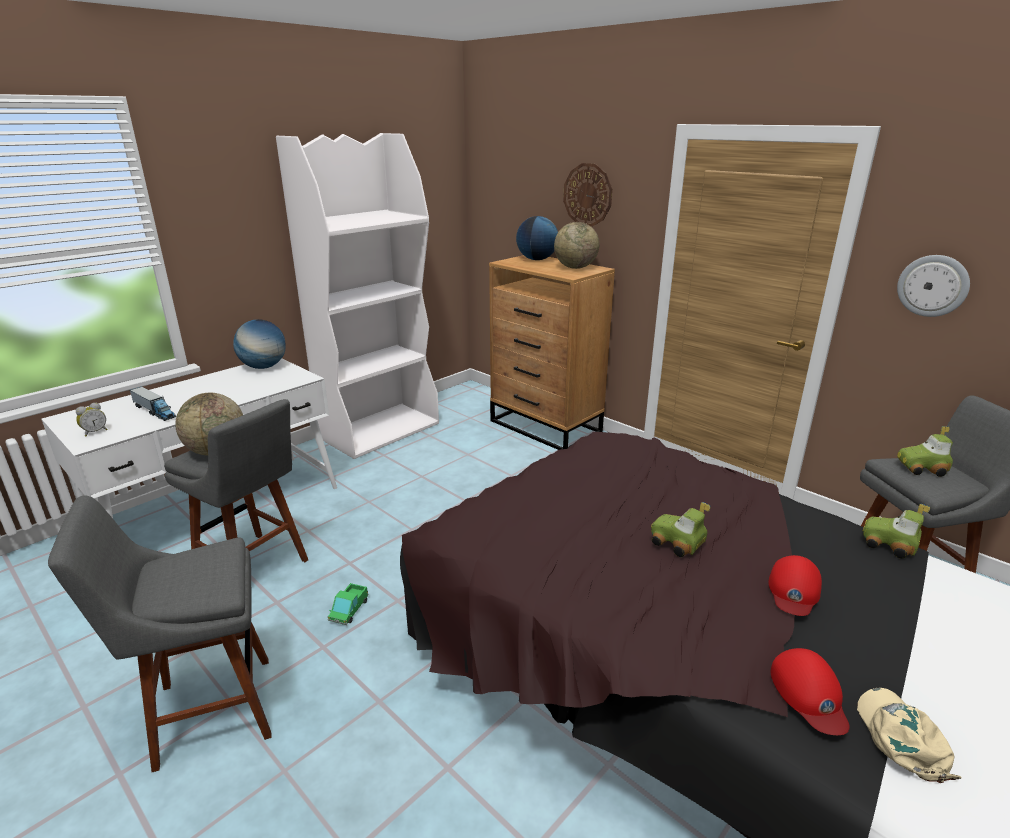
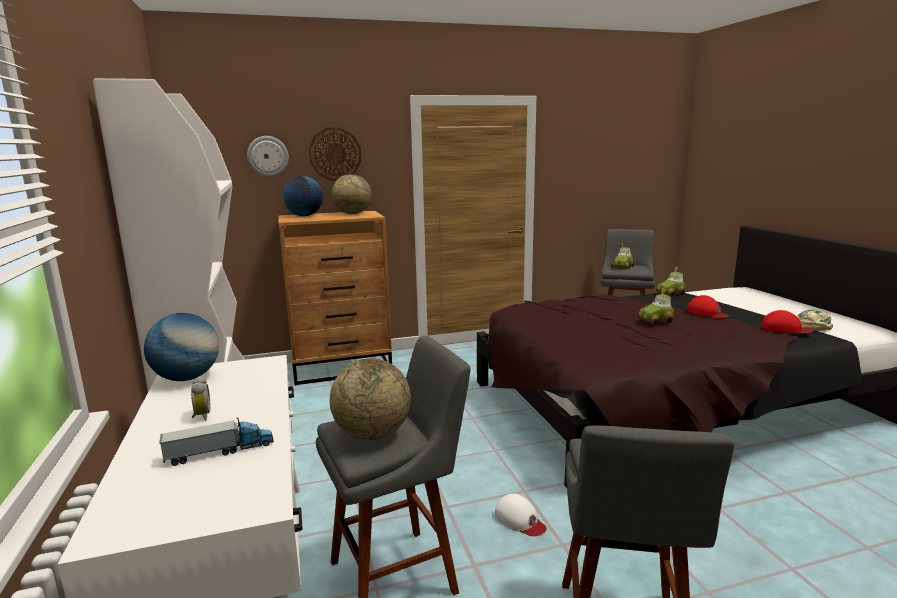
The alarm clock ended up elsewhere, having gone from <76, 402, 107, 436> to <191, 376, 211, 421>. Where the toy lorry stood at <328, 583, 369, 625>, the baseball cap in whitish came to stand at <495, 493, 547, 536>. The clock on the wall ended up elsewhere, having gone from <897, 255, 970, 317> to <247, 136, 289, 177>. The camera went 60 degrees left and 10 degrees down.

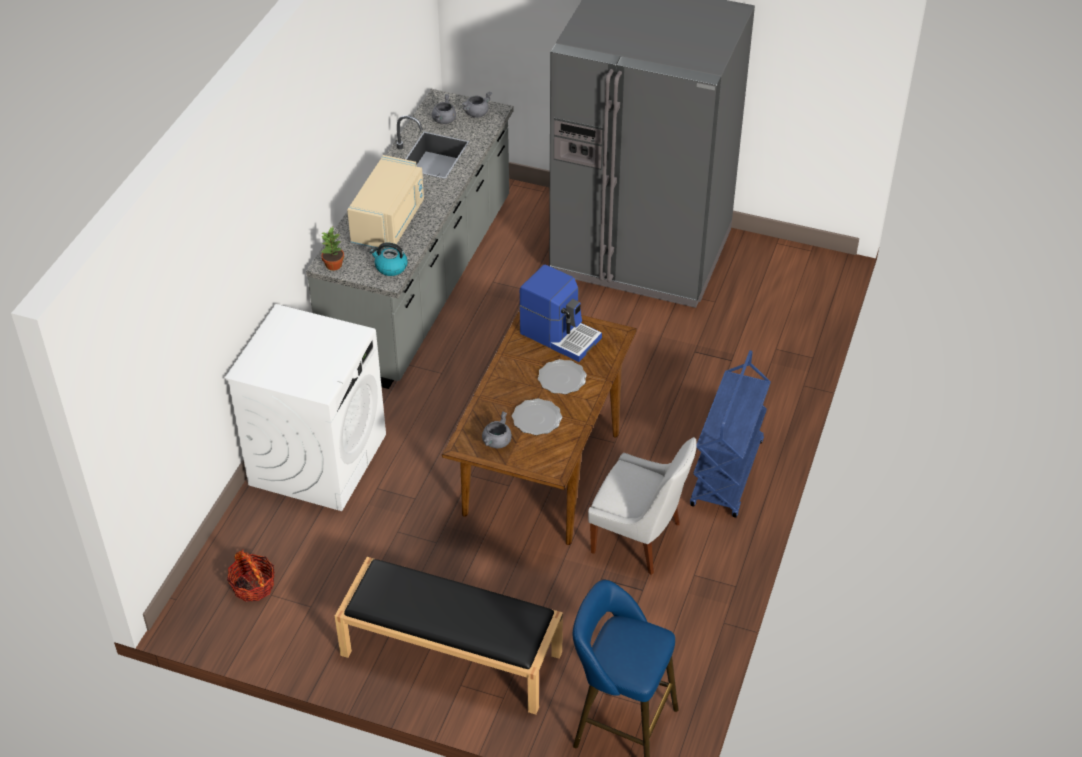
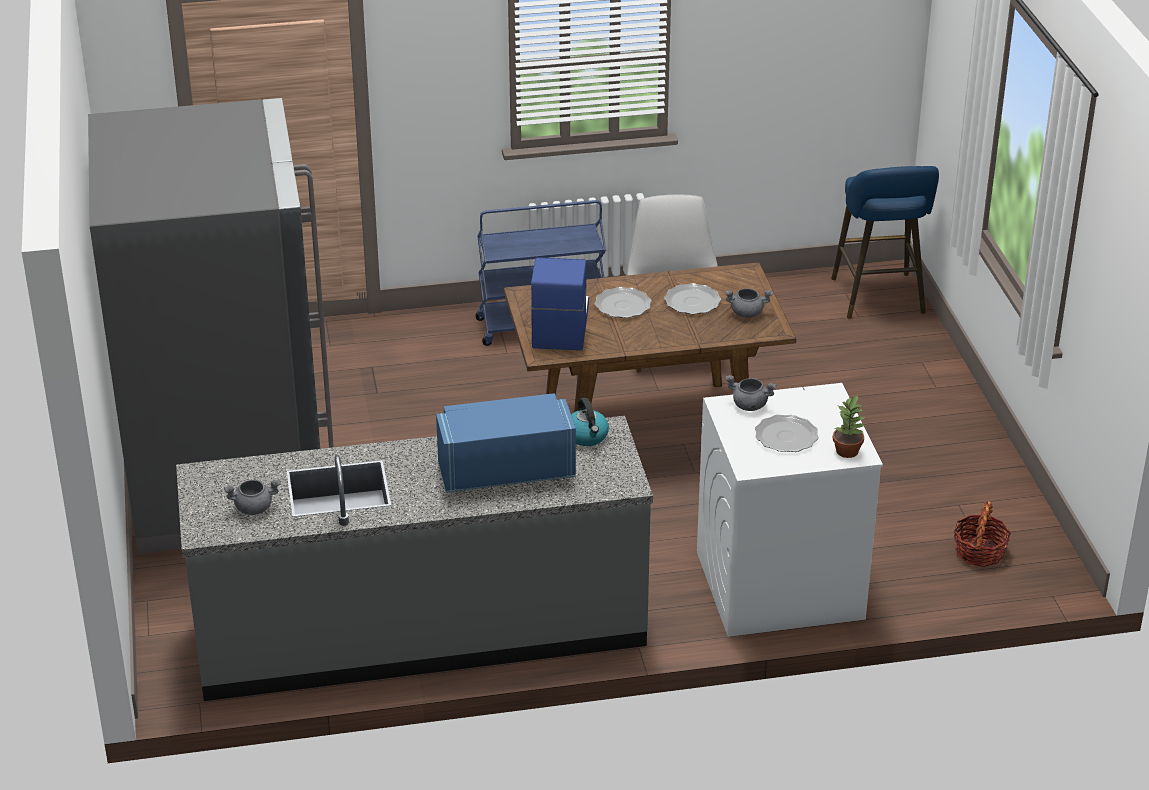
The plant in a pot ended up elsewhere, having gone from <321, 227, 344, 271> to <833, 395, 865, 458>. The second view lost the bench in blackish at <335, 557, 563, 714>. What was the kitchen microwave in sand-coloured at <347, 155, 424, 250> turned into the kitchen microwave in blue-coloured at <436, 393, 576, 493>. The stockpot in greyish ended up elsewhere, having gone from <462, 91, 492, 118> to <725, 375, 777, 411>. The second view gained the flat dish at <755, 415, 819, 452>. The camera went 120 degrees left and 10 degrees down.

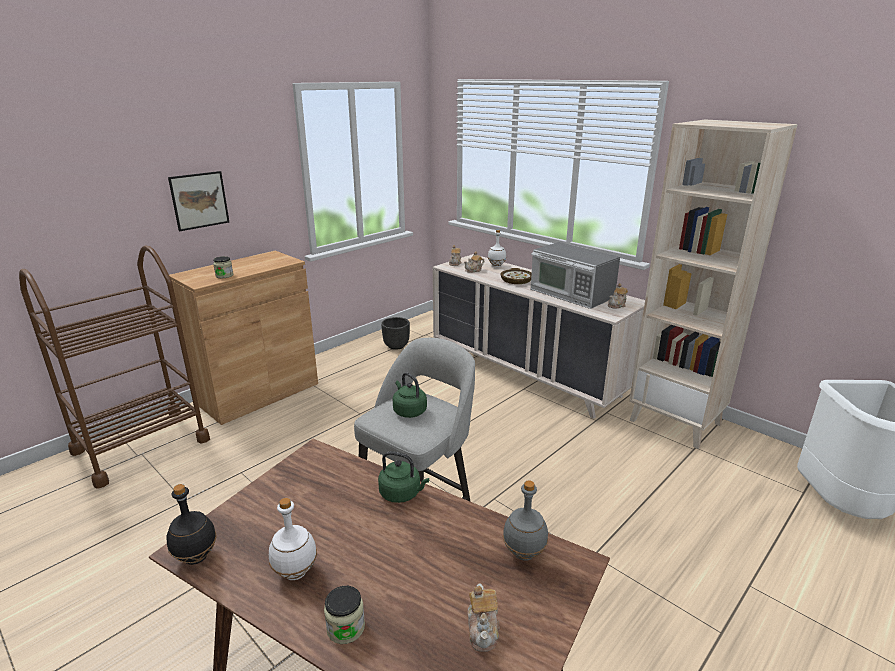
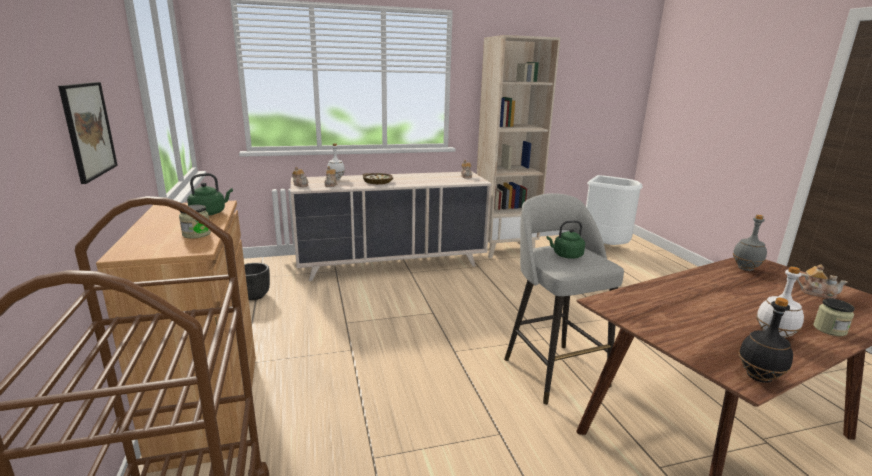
The kettle in green ended up elsewhere, having gone from <378, 451, 429, 503> to <187, 173, 233, 216>. The second view lost the kitchen microwave at <530, 242, 620, 309>. The camera went 60 degrees left and 5 degrees down.

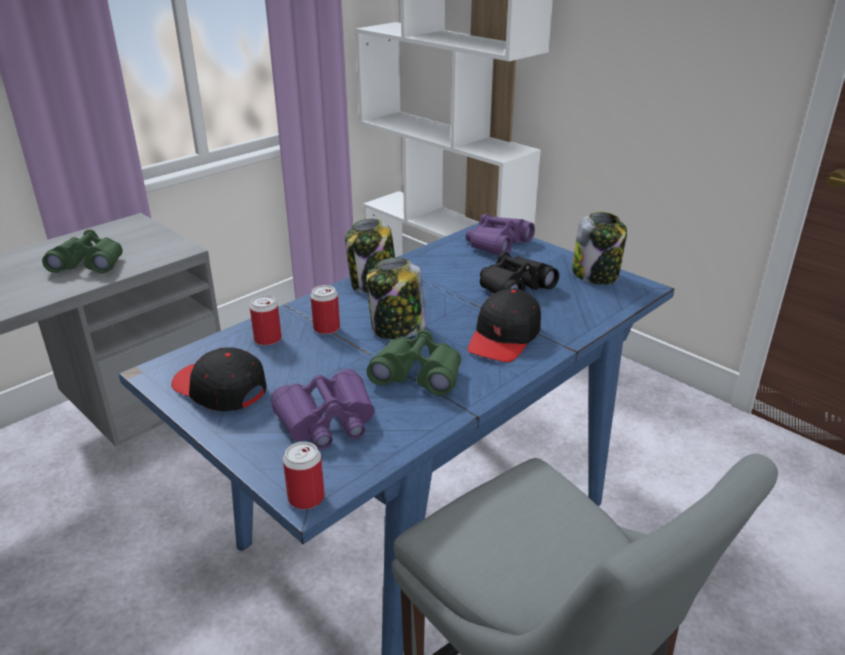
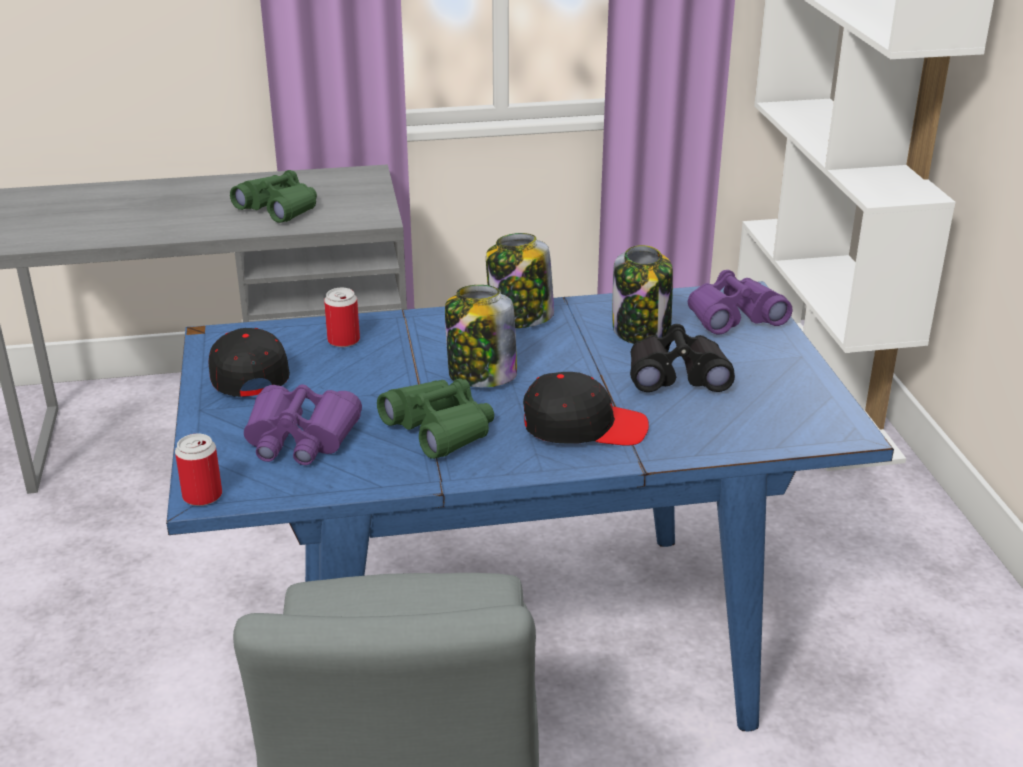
The second view lost the can at <310, 285, 340, 334>. The baseball cap in blackish at <468, 289, 541, 362> ended up facing another way, 150 degrees counterclockwise from before. The preserve jar ended up elsewhere, having gone from <572, 212, 627, 285> to <613, 245, 673, 344>. The camera went 35 degrees right and 0 degrees up.

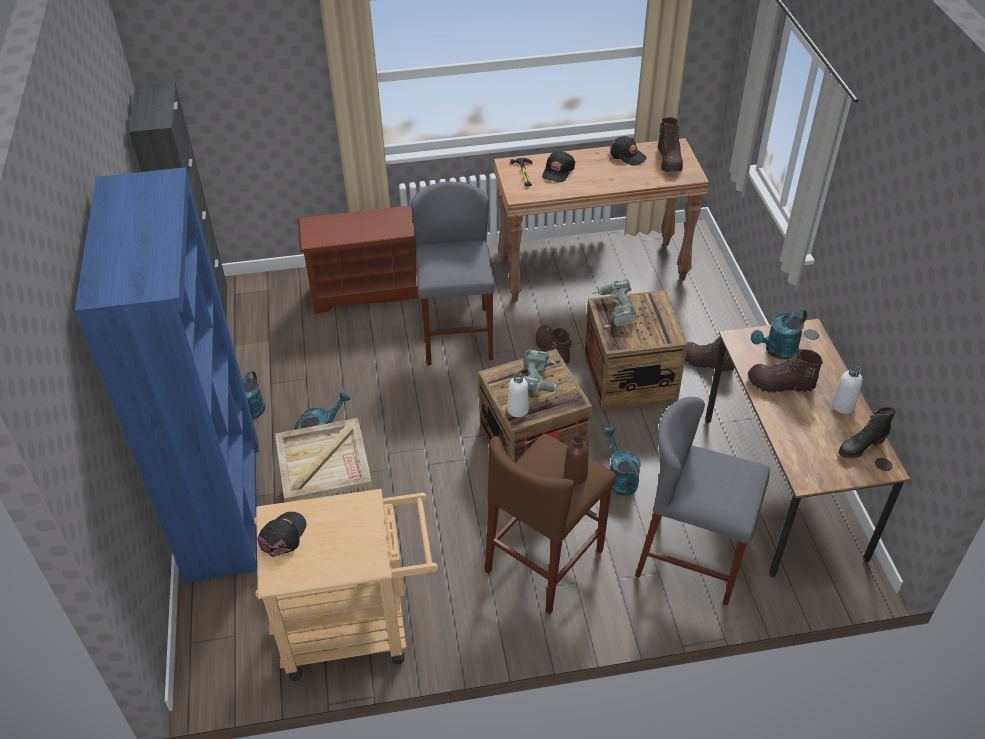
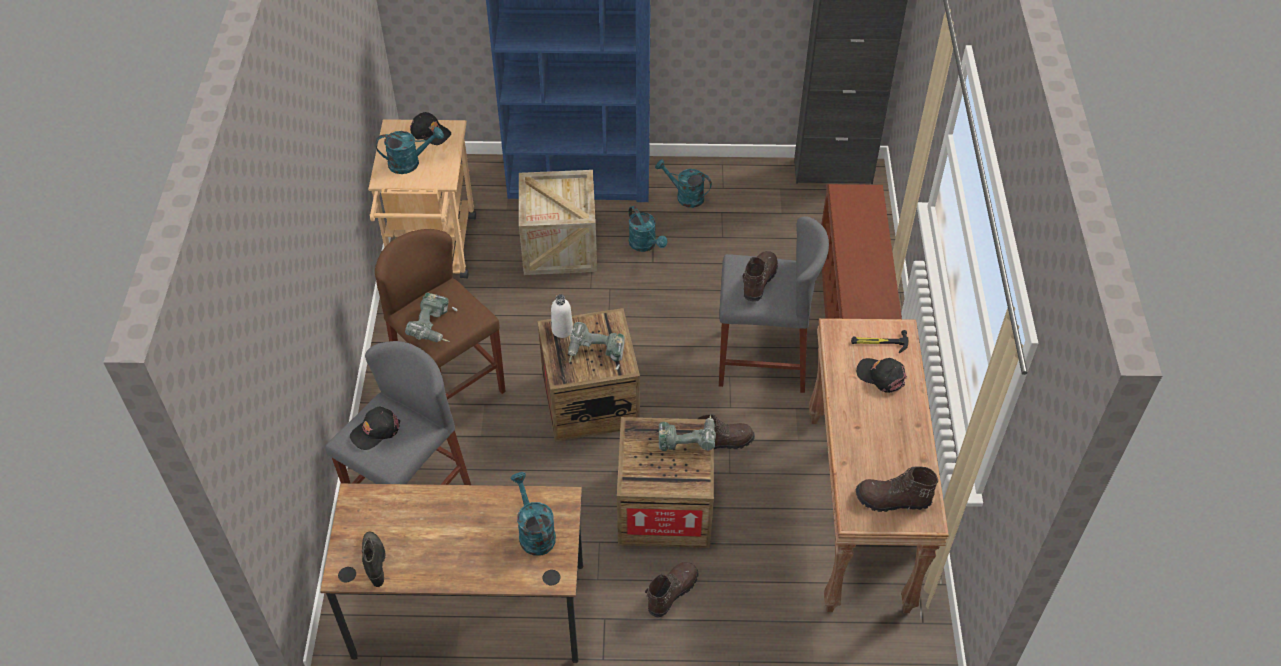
Where the bottle in brown stood at <564, 436, 589, 485>, the power drill came to stand at <405, 293, 458, 342>. The watering can in blue-green ended up elsewhere, having gone from <603, 427, 641, 495> to <376, 127, 444, 174>. The baseball cap in blackish ended up elsewhere, having gone from <610, 136, 647, 166> to <350, 407, 400, 450>. The tall boot in brown ended up elsewhere, having gone from <748, 349, 823, 393> to <743, 251, 778, 302>. The second view lost the bottle in whitish at <832, 366, 862, 414>. The camera went 100 degrees right and 5 degrees up.

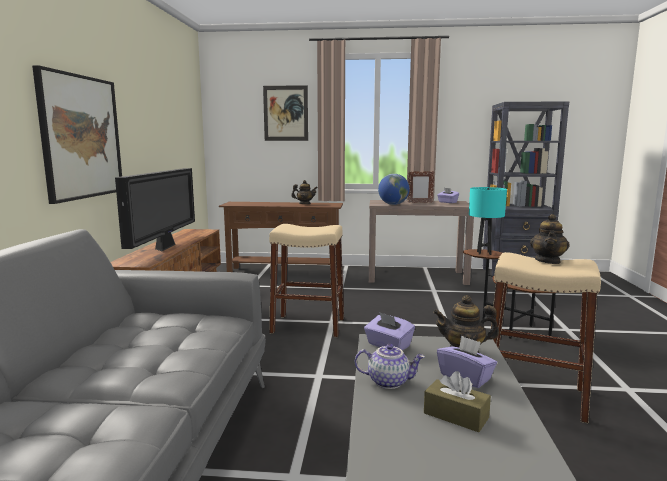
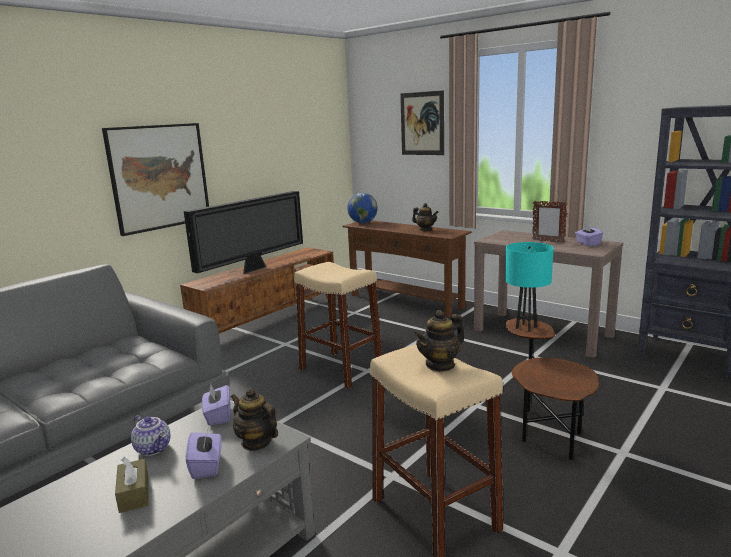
The globe ended up elsewhere, having gone from <378, 174, 410, 205> to <347, 193, 378, 223>. The camera went 35 degrees right and 5 degrees up.

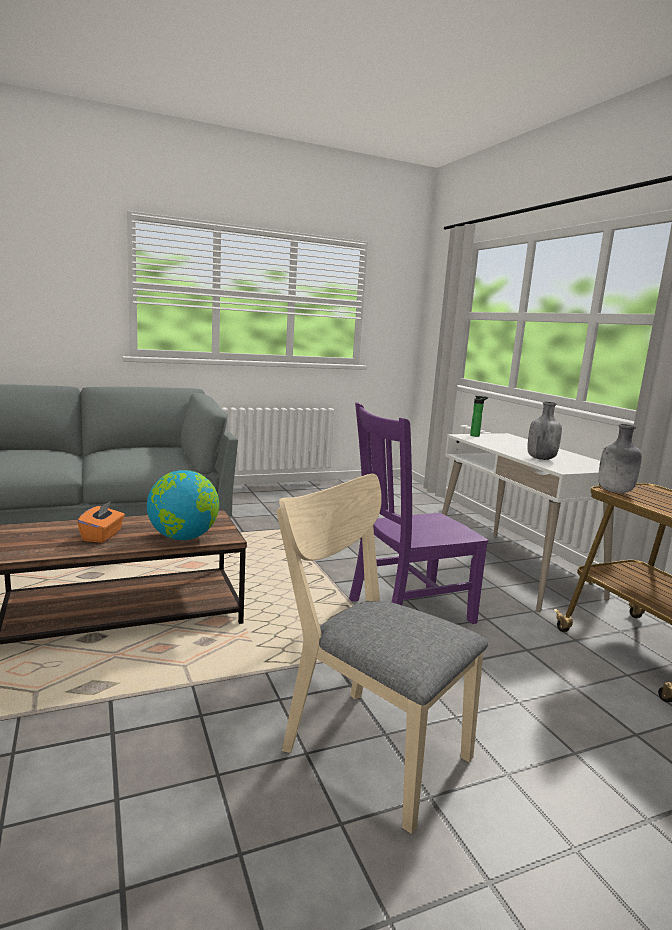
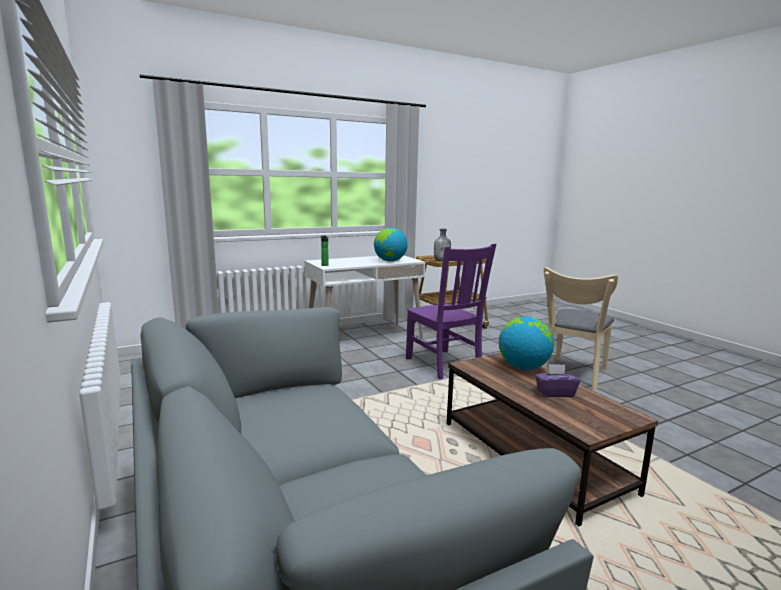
What was the box of tissues in orange at <77, 501, 125, 543> turned into the box of tissues in purplish at <535, 364, 580, 397>. Where the bottle in greyish stood at <527, 402, 562, 460>, the globe came to stand at <374, 228, 408, 262>. The camera went 95 degrees left and 0 degrees up.

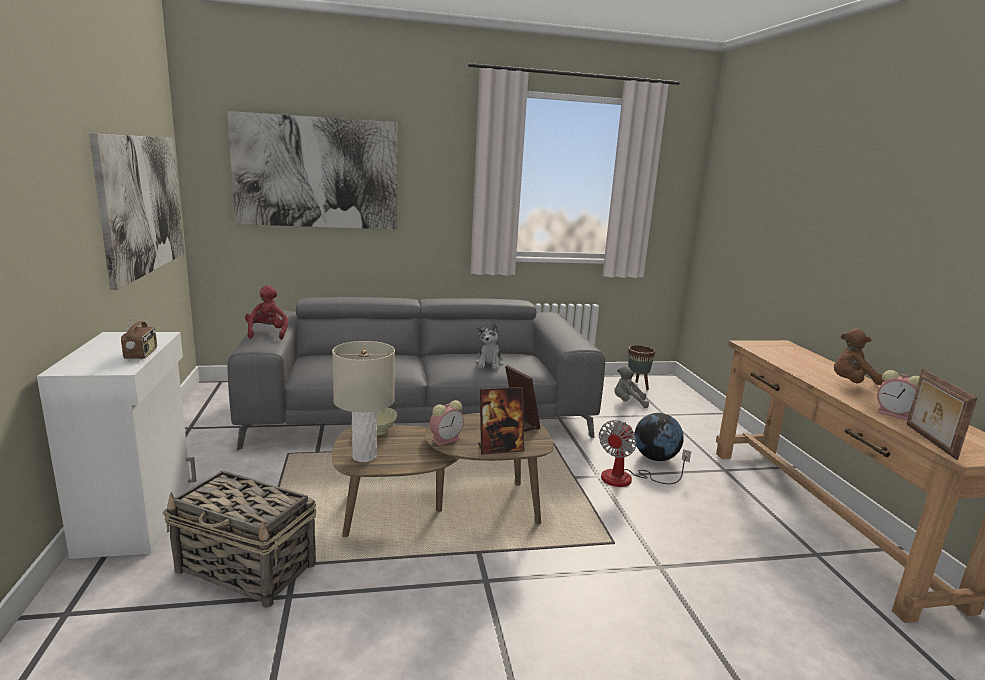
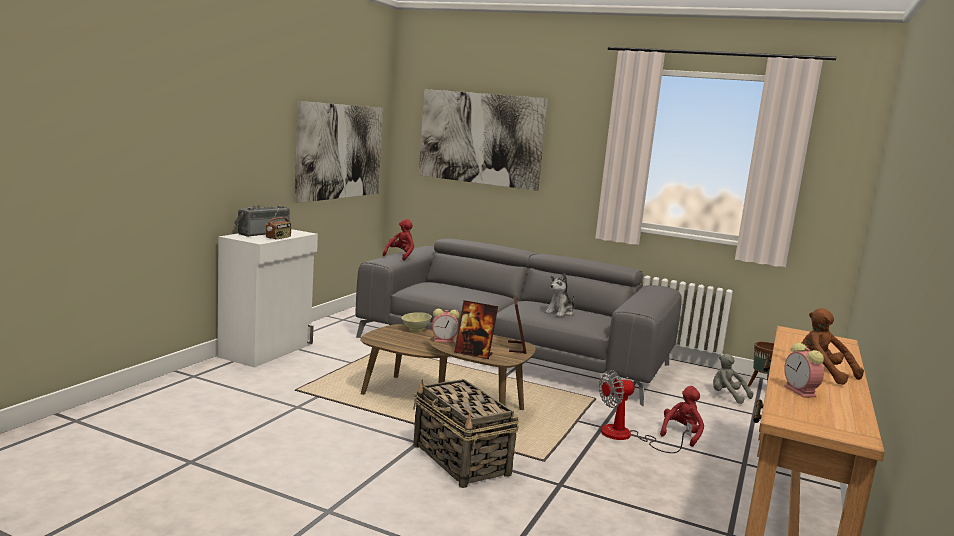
The basket ended up elsewhere, having gone from <162, 470, 316, 608> to <413, 379, 519, 488>. The second view lost the lamp for a table in sand-coloured at <332, 341, 395, 462>. Where the globe stood at <634, 413, 684, 461>, the plush toy in red-coloured came to stand at <660, 386, 704, 447>. The second view lost the standing frame at <906, 369, 977, 460>. The second view gained the radio at <234, 205, 290, 237>. The camera went 35 degrees right and 5 degrees down.

